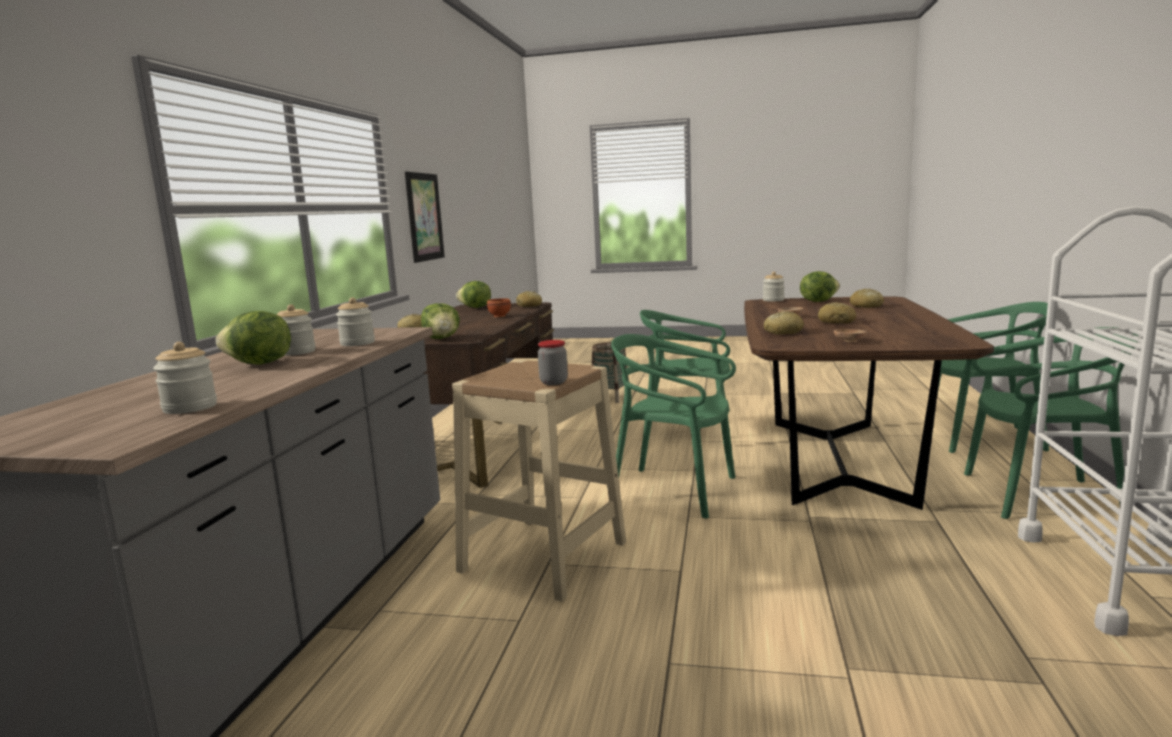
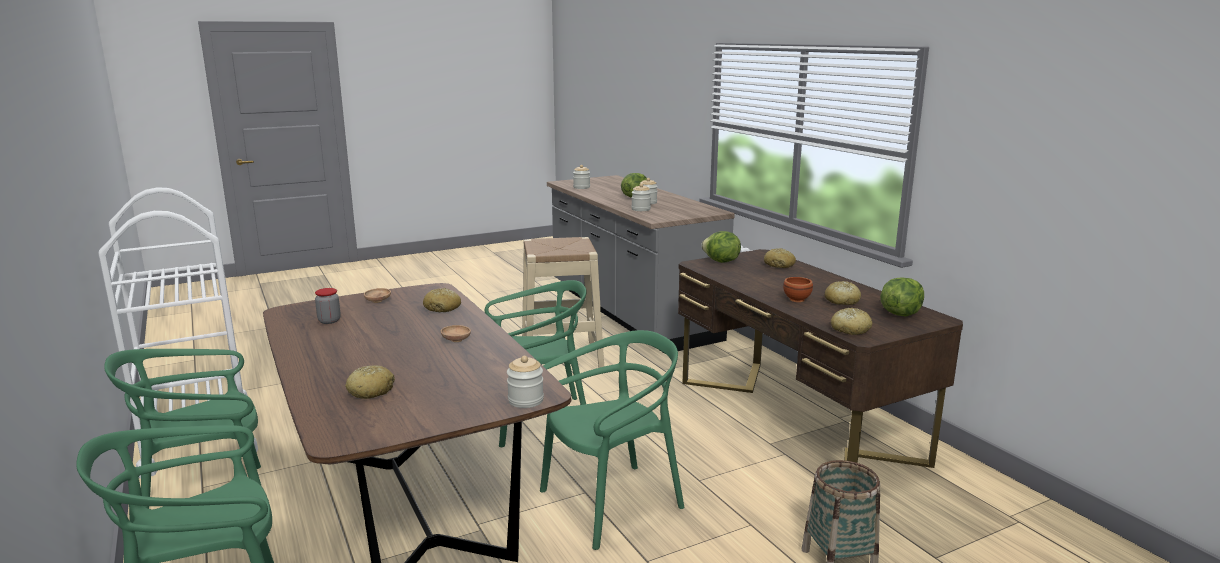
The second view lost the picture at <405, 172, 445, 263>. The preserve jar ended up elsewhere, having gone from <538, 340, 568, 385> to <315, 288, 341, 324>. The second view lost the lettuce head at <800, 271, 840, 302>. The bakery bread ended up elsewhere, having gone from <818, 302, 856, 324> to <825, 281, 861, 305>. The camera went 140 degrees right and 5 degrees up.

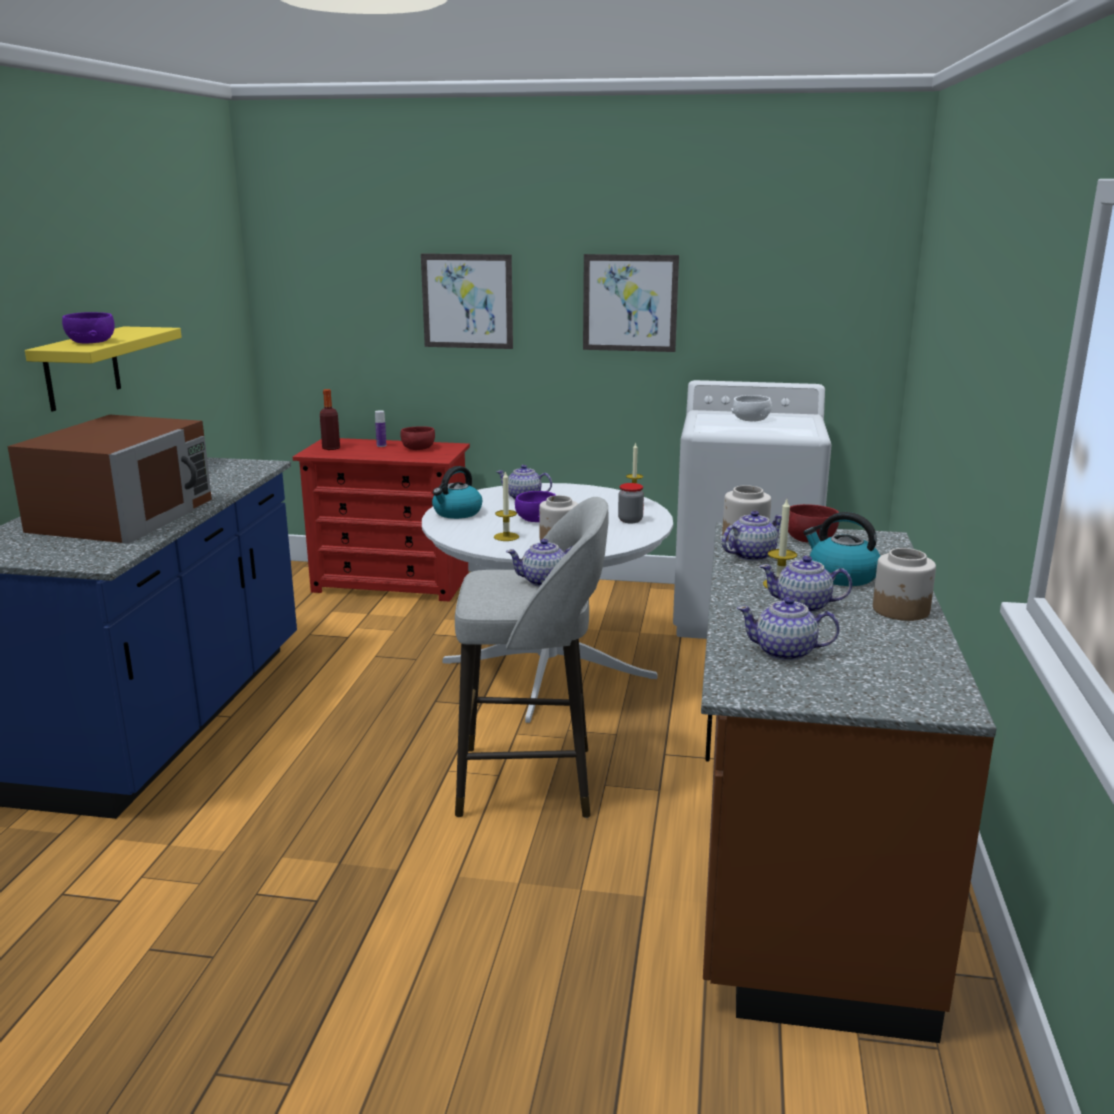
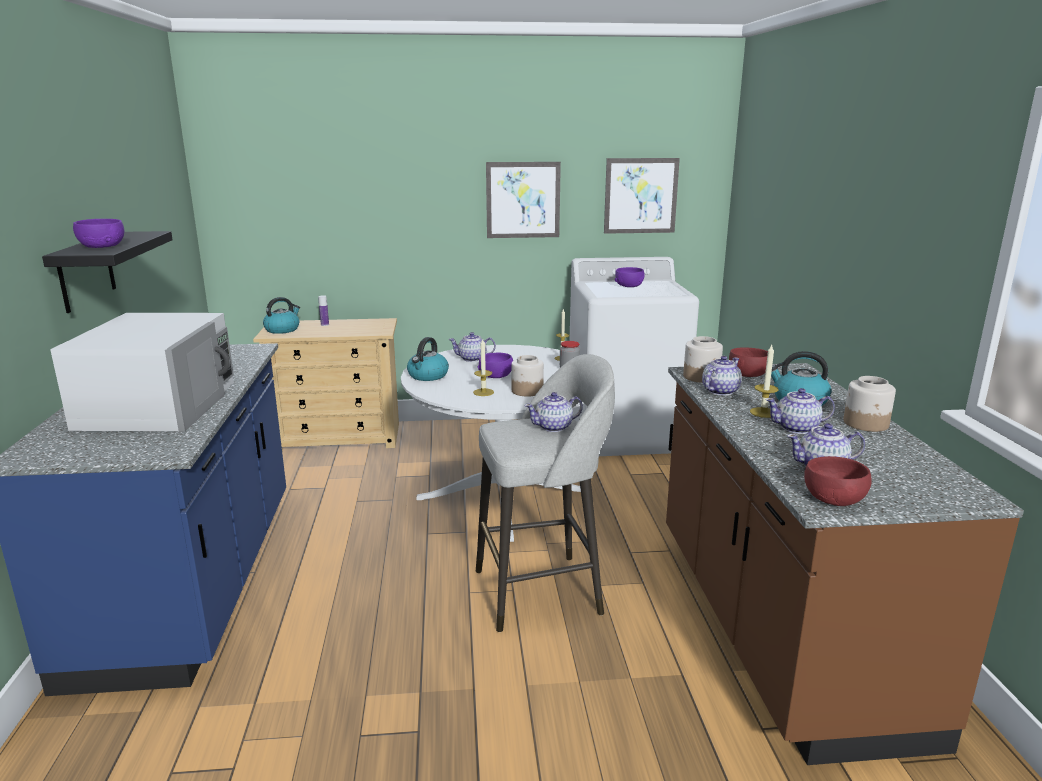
What was the kitchen microwave in brown at <7, 415, 212, 544> turned into the kitchen microwave in whitish at <50, 313, 234, 431>. What was the bracket shelf in yellow-coloured at <25, 326, 182, 411> turned into the bracket shelf in blackish at <42, 231, 173, 313>. What was the chest of drawers in red-coloured at <293, 438, 470, 602> turned into the chest of drawers in sand-coloured at <253, 318, 399, 452>. Where the bottle stood at <320, 389, 340, 450>, the kettle came to stand at <263, 297, 300, 334>. The deep dish in red-coloured ended up elsewhere, having gone from <400, 426, 435, 450> to <804, 456, 872, 506>. The picture ended up elsewhere, having gone from <421, 253, 513, 349> to <604, 158, 680, 234>. What was the deep dish in whitish at <731, 395, 772, 421> turned into the deep dish in purplish at <615, 267, 645, 287>. The camera went 15 degrees left and 0 degrees up.

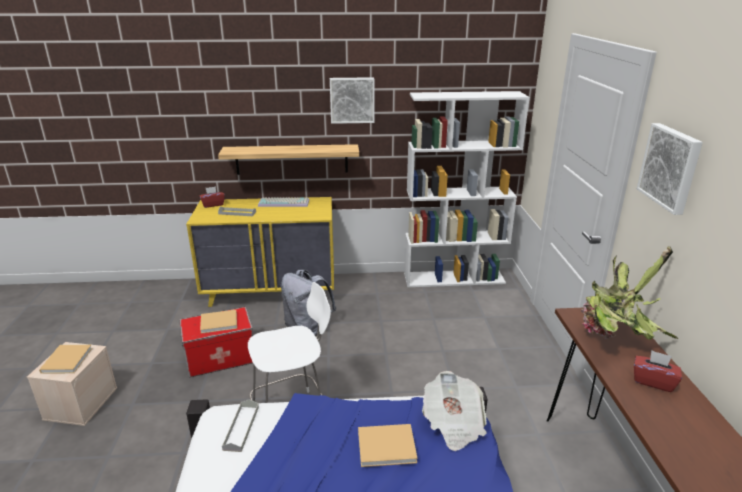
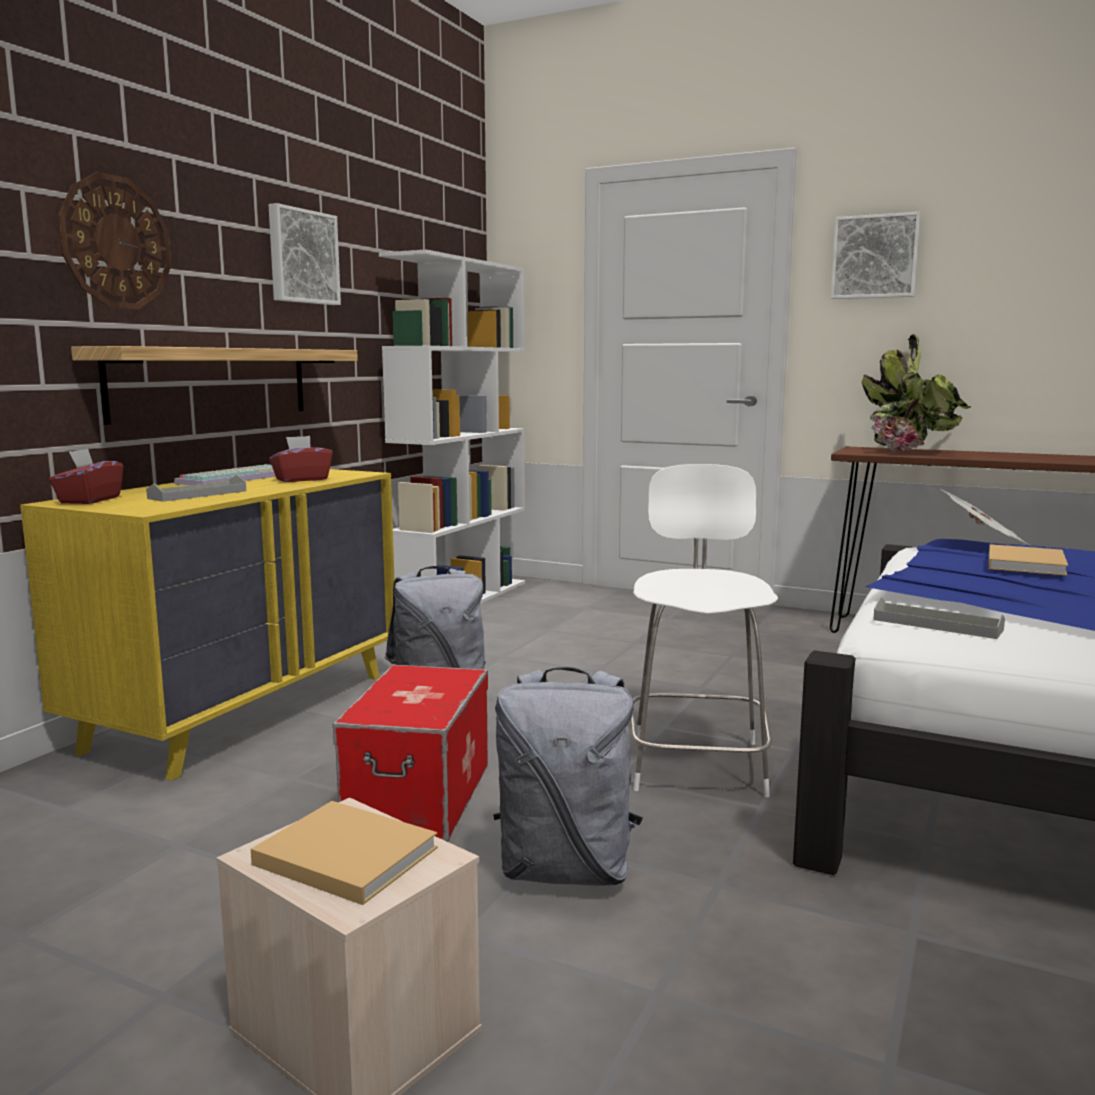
The second view lost the book in sand-coloured at <200, 310, 237, 334>. The box of tissues in red-coloured ended up elsewhere, having gone from <634, 350, 682, 392> to <269, 436, 333, 482>. The second view gained the clock on the wall at <58, 172, 171, 309>. The second view gained the backpack in greyish at <493, 667, 643, 886>. The camera went 60 degrees left and 15 degrees down.

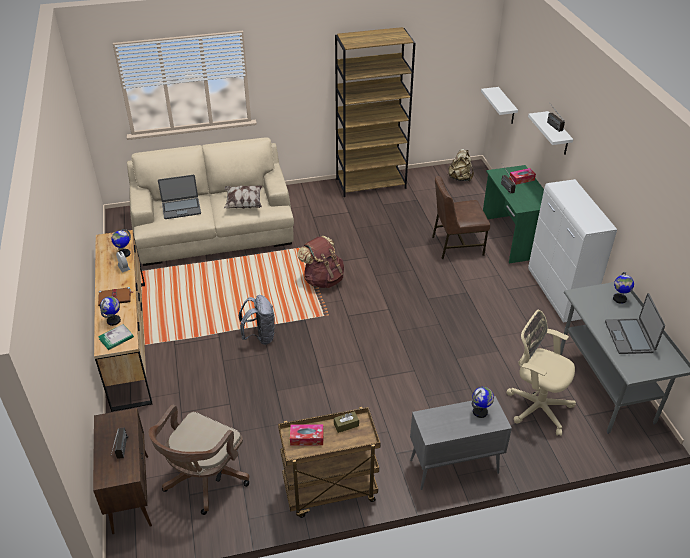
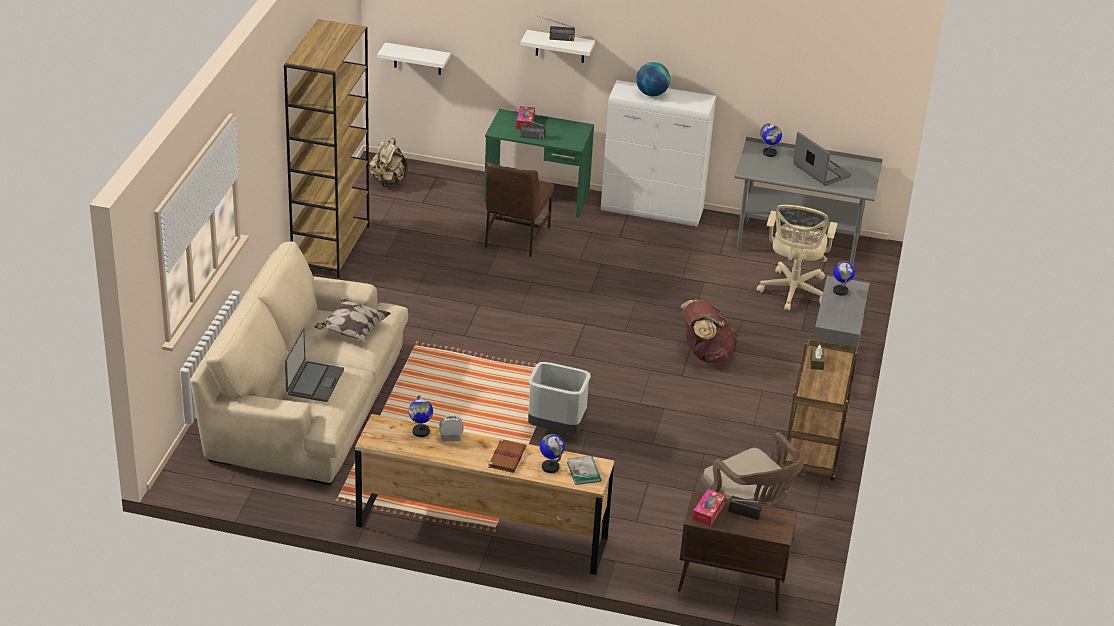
Where the backpack in greyish stood at <239, 295, 275, 345>, the waste bin in greyish came to stand at <528, 362, 591, 434>. The box of tissues ended up elsewhere, having gone from <290, 424, 324, 446> to <692, 489, 726, 526>. The backpack in brown ended up elsewhere, having gone from <298, 236, 344, 288> to <681, 300, 738, 363>. The computer chair in sand-coloured at <506, 310, 576, 436> ended up facing another way, 45 degrees counterclockwise from before. The notebook computer at <605, 293, 665, 354> ended up facing another way, 150 degrees counterclockwise from before. The second view gained the globe at <636, 62, 670, 96>. The camera went 65 degrees left and 5 degrees down.

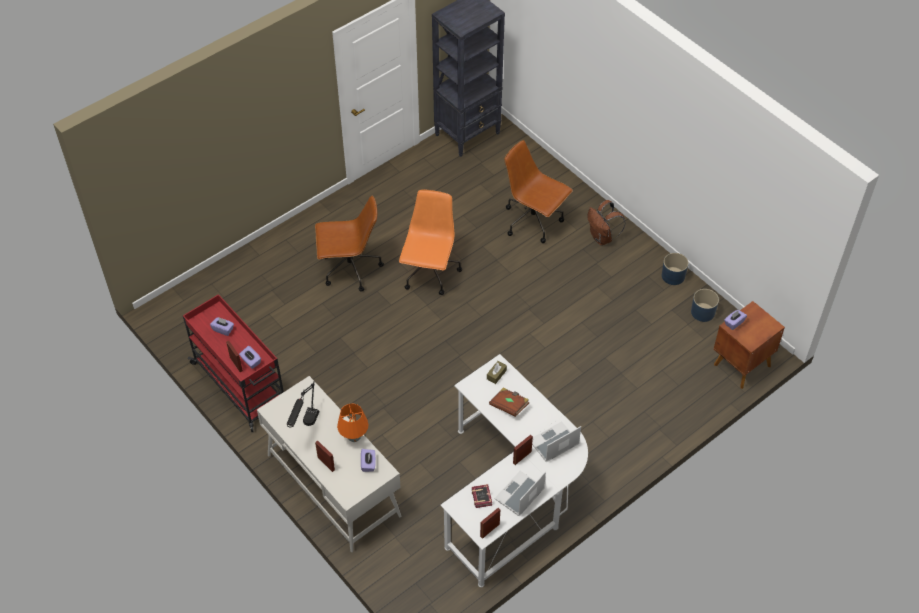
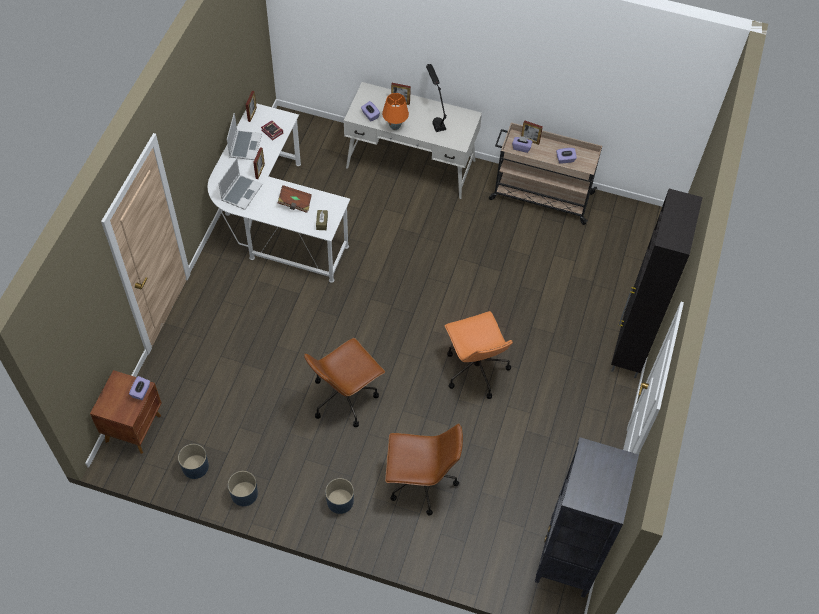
What was the trolley in red-coloured at <183, 294, 284, 432> turned into the trolley in sand-coloured at <489, 123, 602, 225>. The computer chair in brown ended up elsewhere, having gone from <315, 196, 384, 292> to <304, 338, 385, 427>. Where the backpack in brown stood at <587, 200, 625, 245>, the plant pot in blue-coloured came to stand at <325, 478, 354, 514>. The second view gained the storage cabinet in blackish at <611, 189, 703, 378>. The camera went 145 degrees right and 5 degrees up.

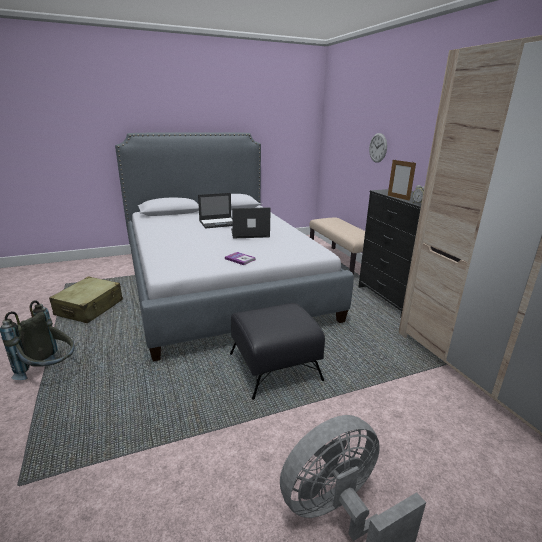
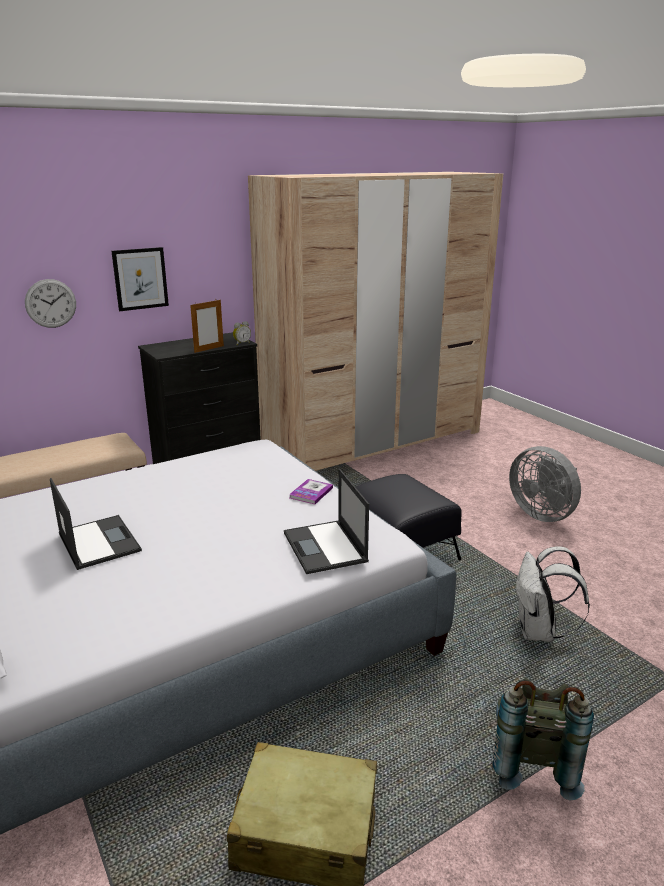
The notebook computer ended up elsewhere, having gone from <231, 207, 271, 238> to <284, 469, 369, 574>. The second view gained the picture at <111, 247, 169, 311>. The second view gained the backpack in whitish at <515, 546, 590, 642>. The camera went 100 degrees left and 0 degrees up.

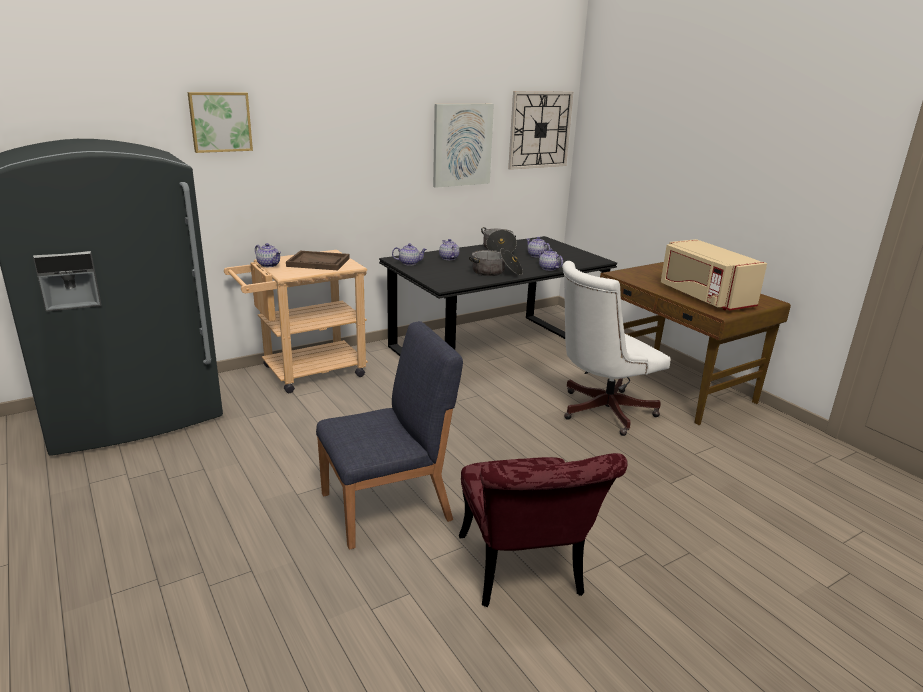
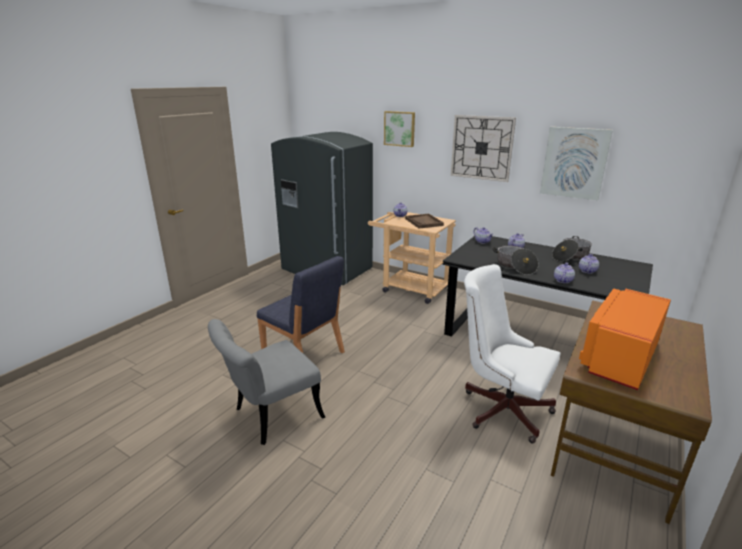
What was the chair in red-coloured at <459, 453, 628, 607> turned into the chair in greyish at <208, 319, 325, 445>. The clock on the wall ended up elsewhere, having gone from <508, 91, 573, 170> to <451, 115, 516, 182>. What was the kitchen microwave in sand-coloured at <661, 239, 767, 310> turned into the kitchen microwave in orange at <579, 289, 671, 390>. The camera went 65 degrees right and 0 degrees up.

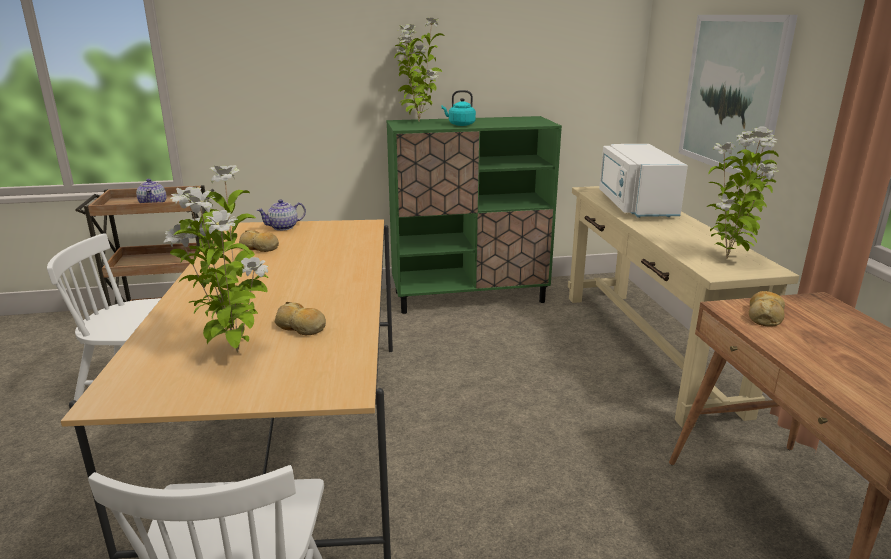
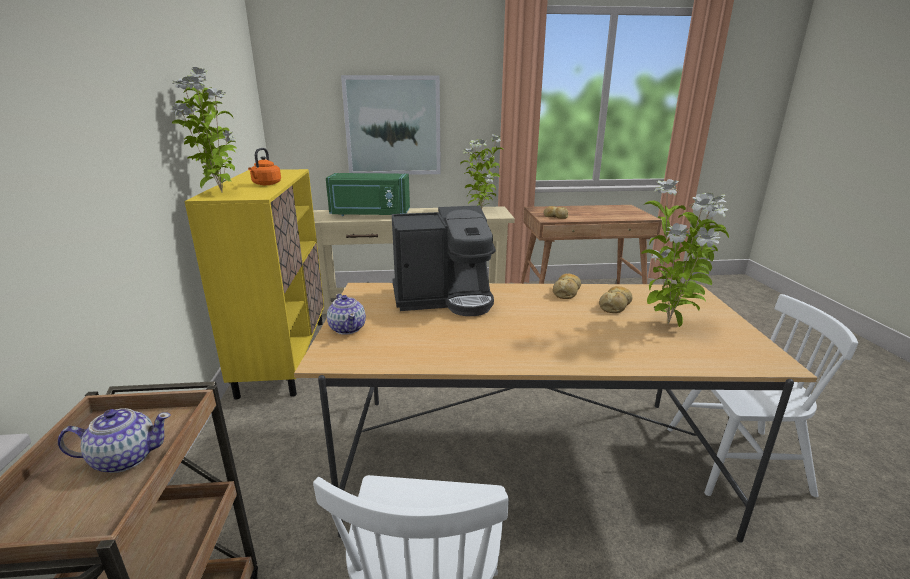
The bakery bread ended up elsewhere, having gone from <239, 230, 279, 252> to <553, 274, 581, 299>. What was the storage cabinet in green at <387, 116, 562, 314> turned into the storage cabinet in yellow-coloured at <184, 169, 324, 400>. What was the kettle in blue-green at <441, 90, 476, 126> turned into the kettle in orange at <248, 148, 281, 185>. What was the kitchen microwave in whitish at <599, 144, 688, 218> turned into the kitchen microwave in green at <326, 173, 410, 216>. The second view gained the coffee brewer at <392, 206, 496, 316>. The camera went 85 degrees left and 0 degrees up.

